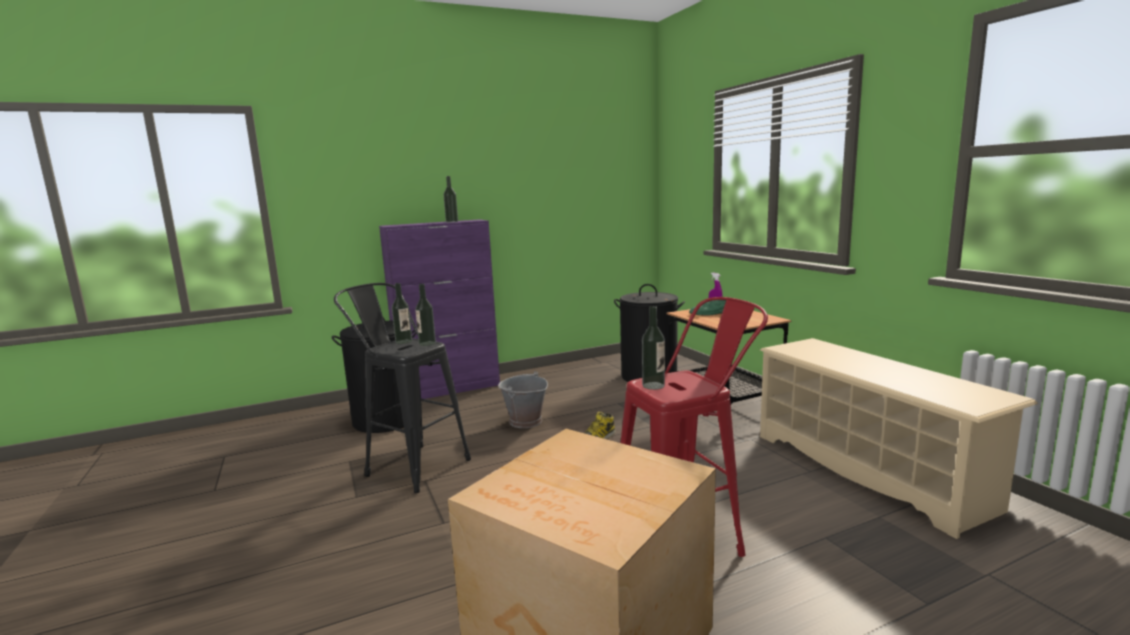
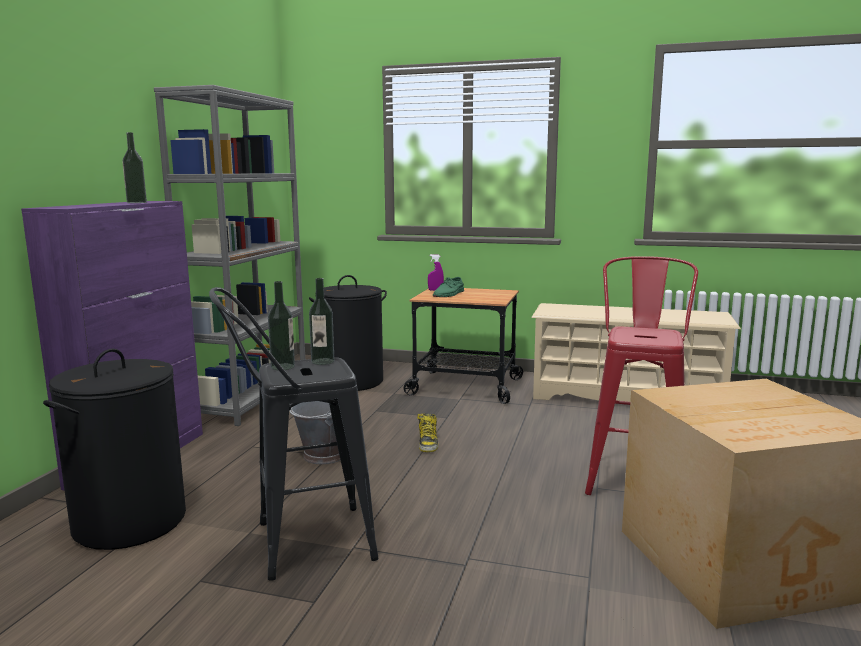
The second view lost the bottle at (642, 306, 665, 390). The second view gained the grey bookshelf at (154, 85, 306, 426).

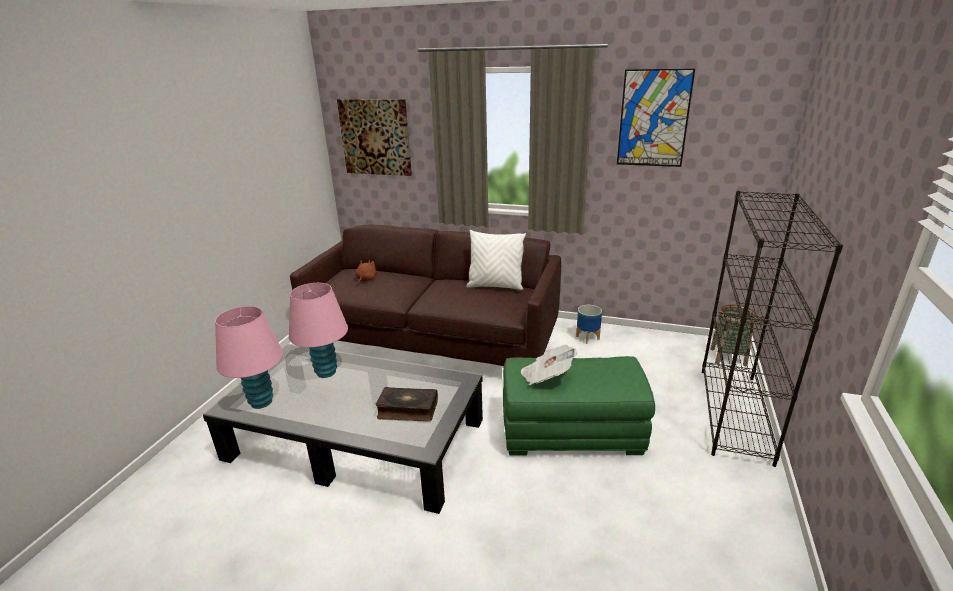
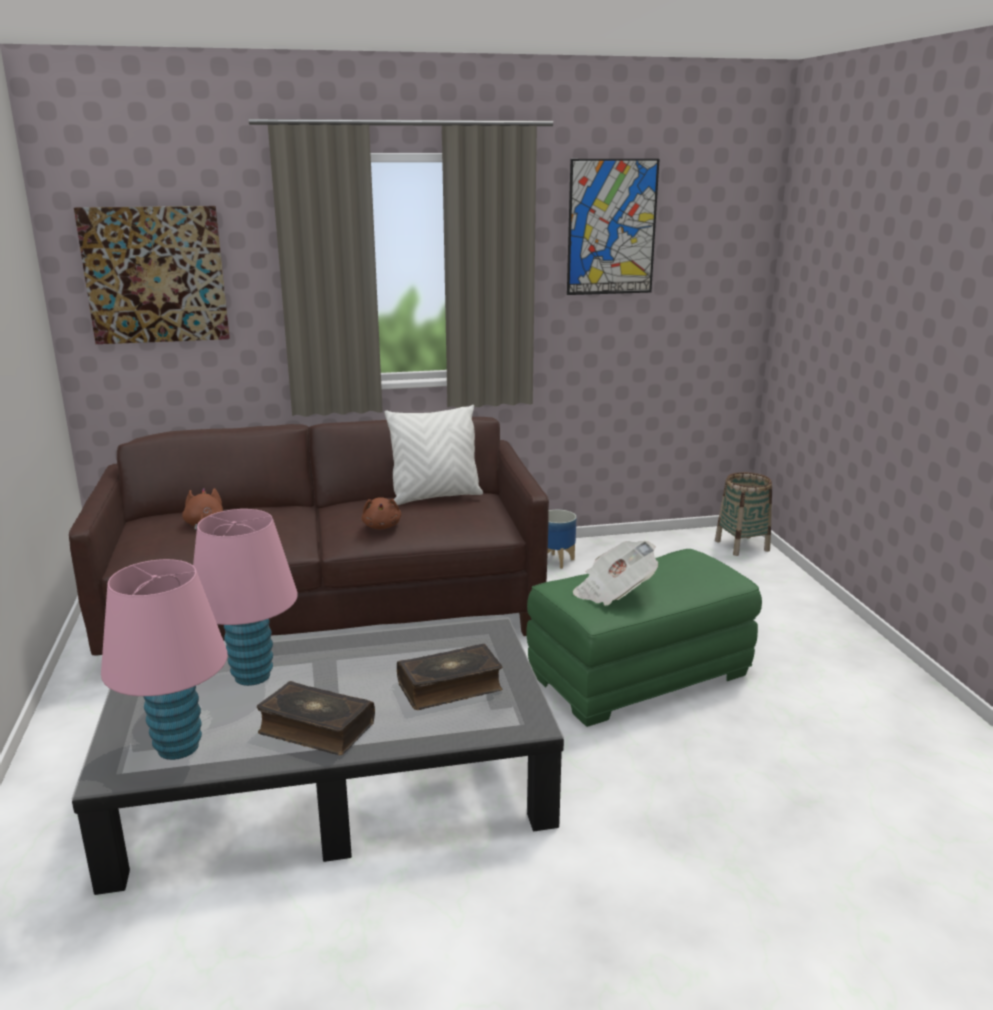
The second view lost the black bookshelf at (702, 191, 843, 467). The second view gained the volume at (257, 681, 375, 755). The second view gained the brown soft toy at (362, 497, 401, 529).

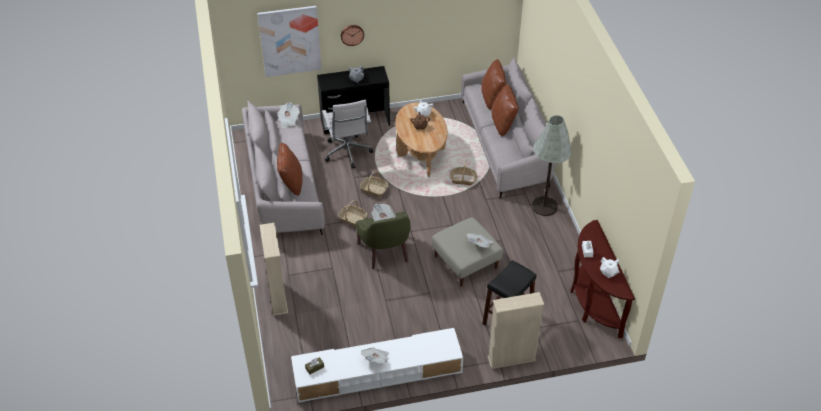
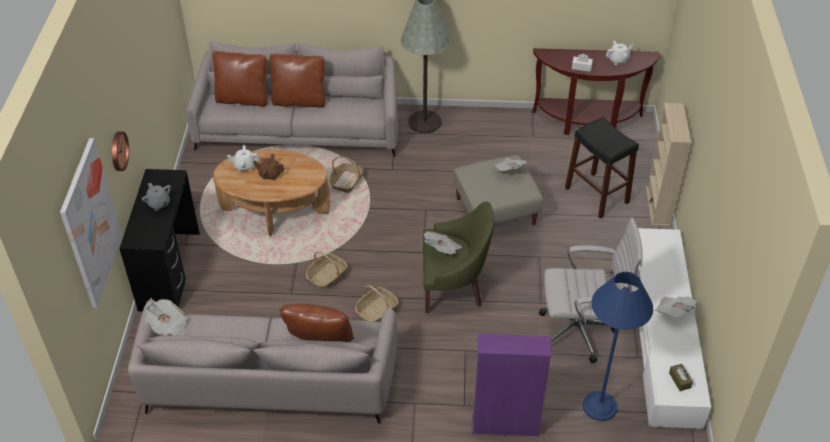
The second view gained the blue floor lamp at (583, 272, 653, 421). The white-coloured computer chair ended up elsewhere, having gone from (322, 100, 374, 168) to (539, 218, 643, 364). What was the sand-coloured bookshelf at (260, 223, 288, 316) turned into the purple bookshelf at (472, 334, 552, 436).

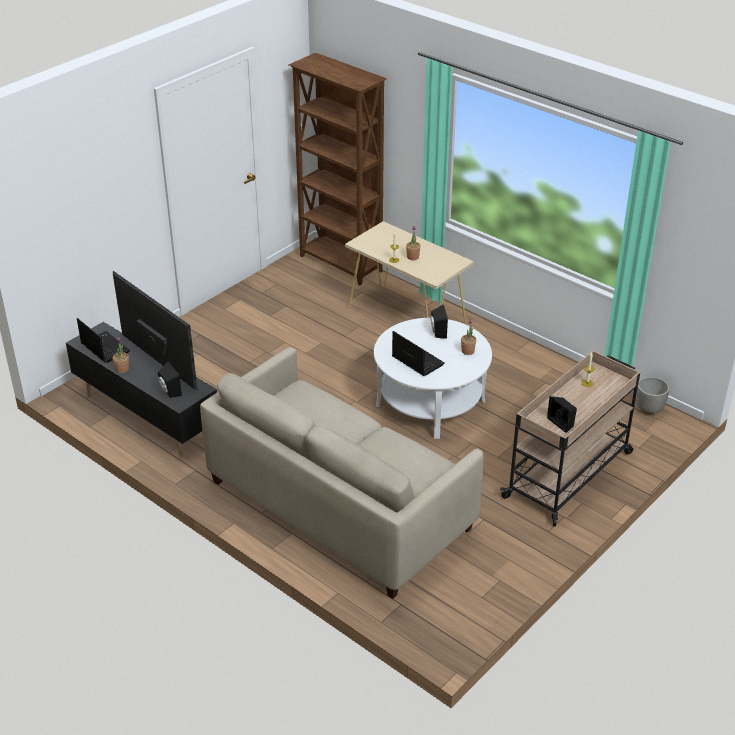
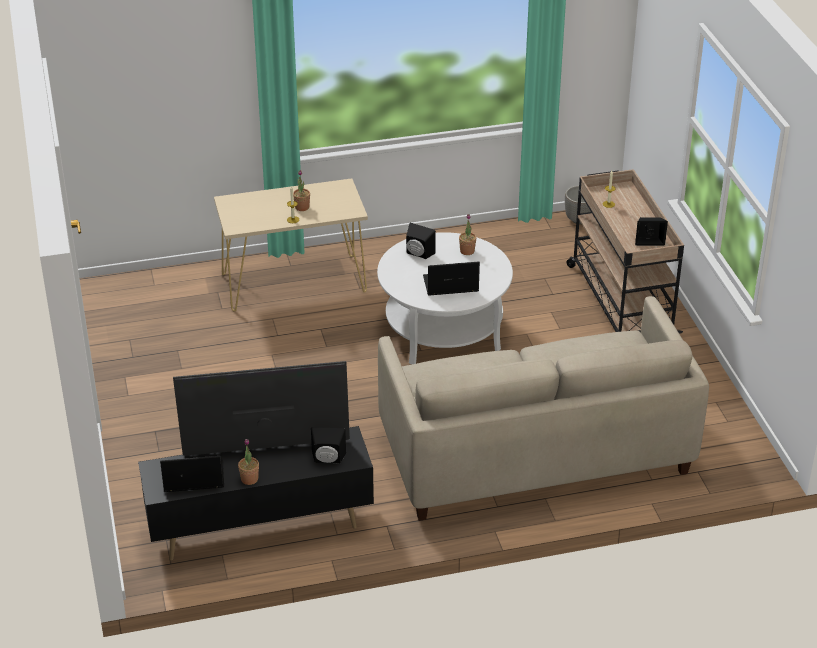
The second view lost the brown bookshelf at (289, 53, 387, 285).

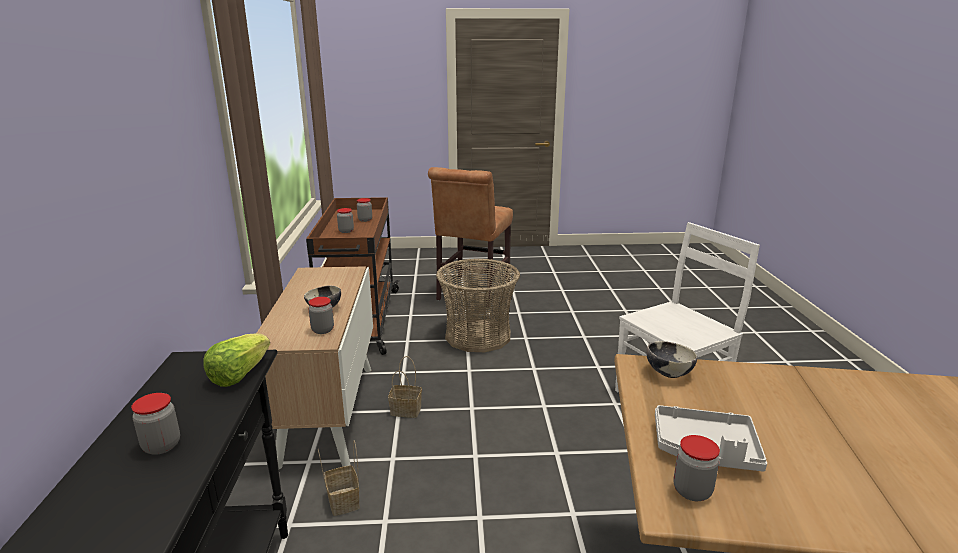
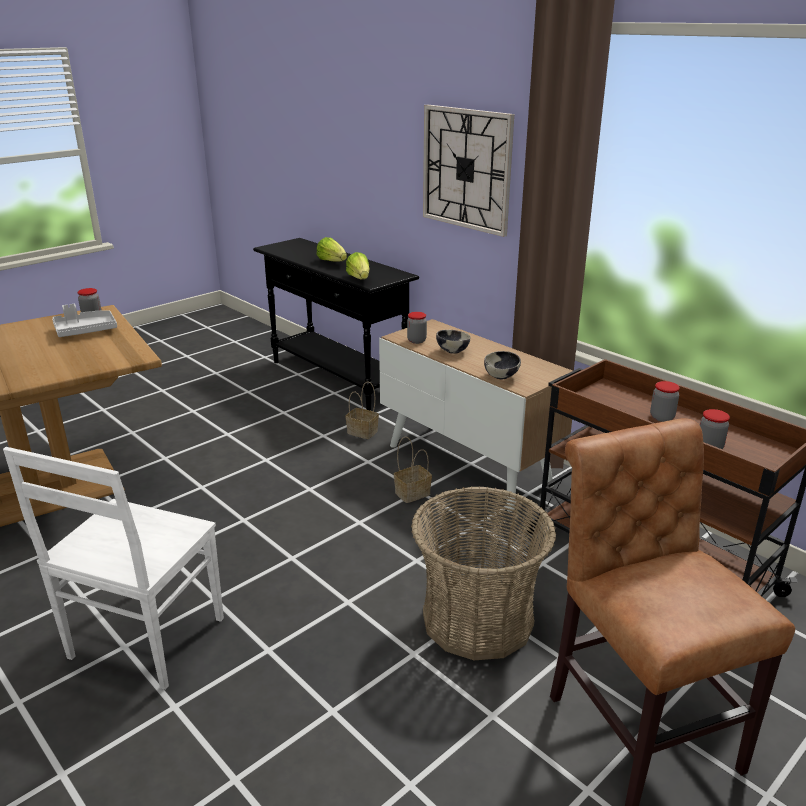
The second view gained the clock on the wall at (423, 105, 514, 237). The bowl ended up elsewhere, having gone from (646, 341, 697, 378) to (484, 351, 521, 379). Where the storage jar stood at (131, 393, 180, 455), the head of lettuce came to stand at (317, 237, 347, 262).

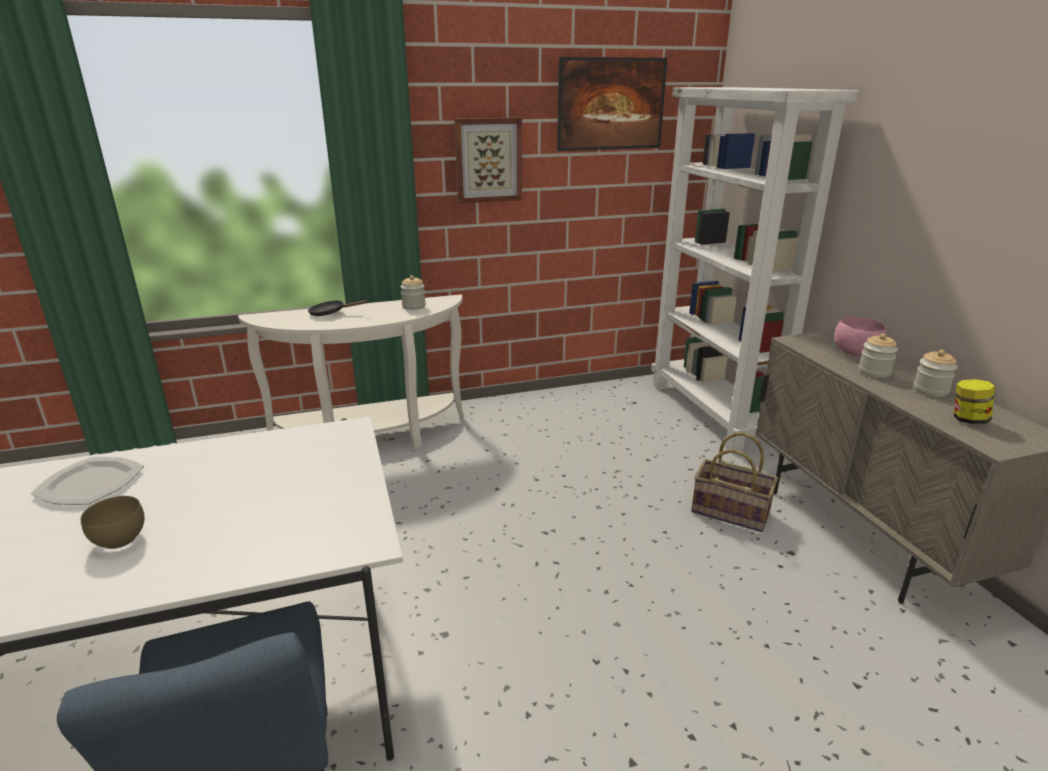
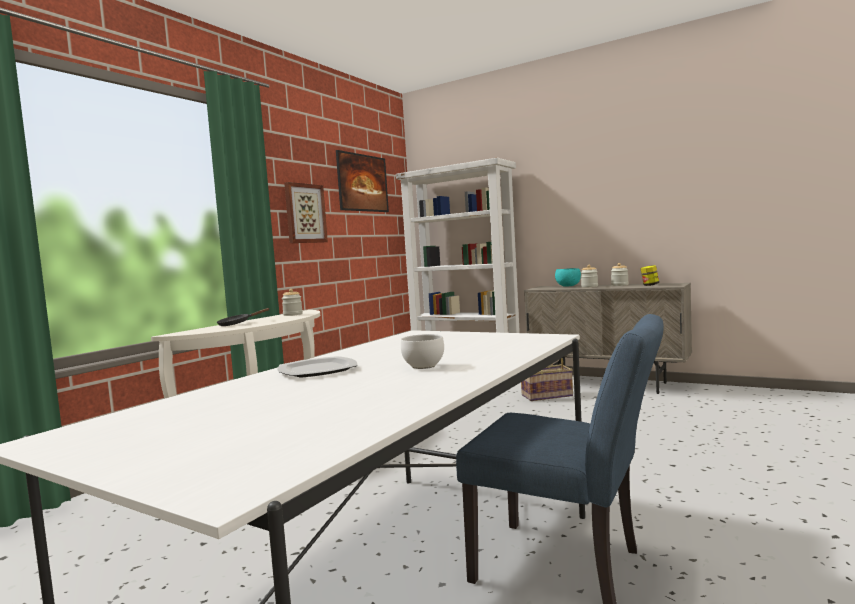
What was the brown bowl at (80, 496, 144, 549) turned into the white-coloured bowl at (401, 334, 444, 369). What was the pink bowl at (834, 317, 886, 356) turned into the blue-green bowl at (555, 268, 581, 287).

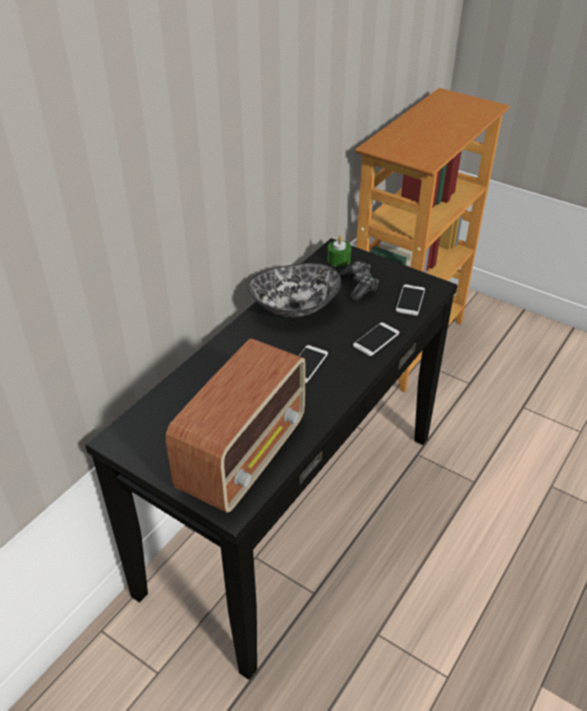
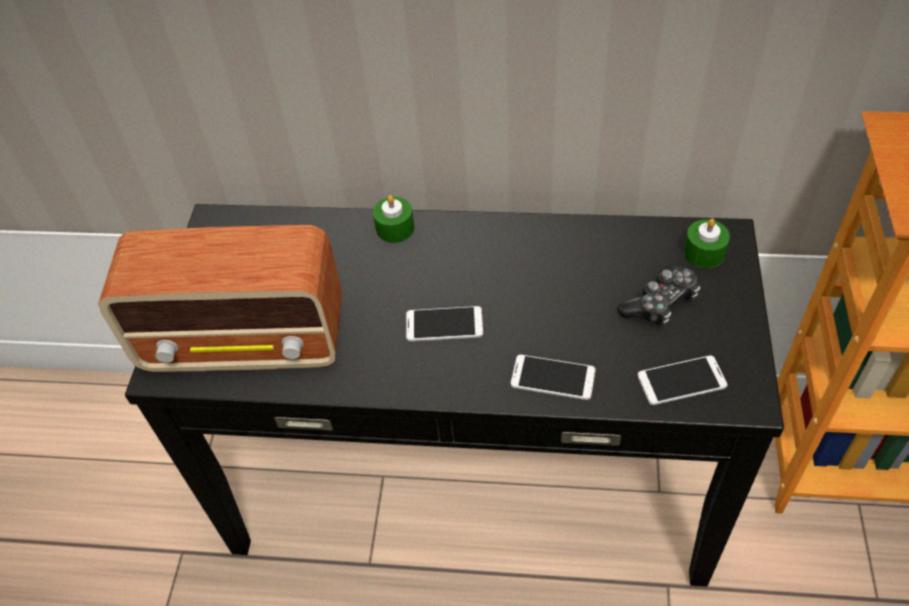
The second view lost the bowl at (248, 263, 341, 317). The second view gained the green candle at (373, 195, 414, 243).

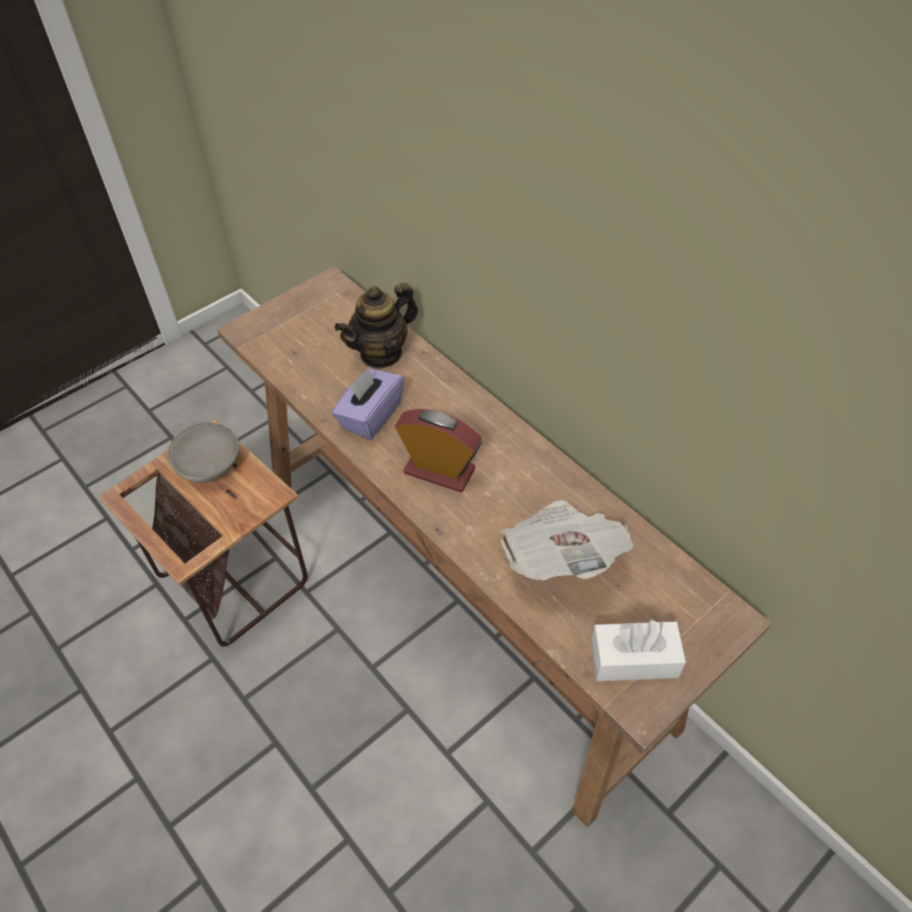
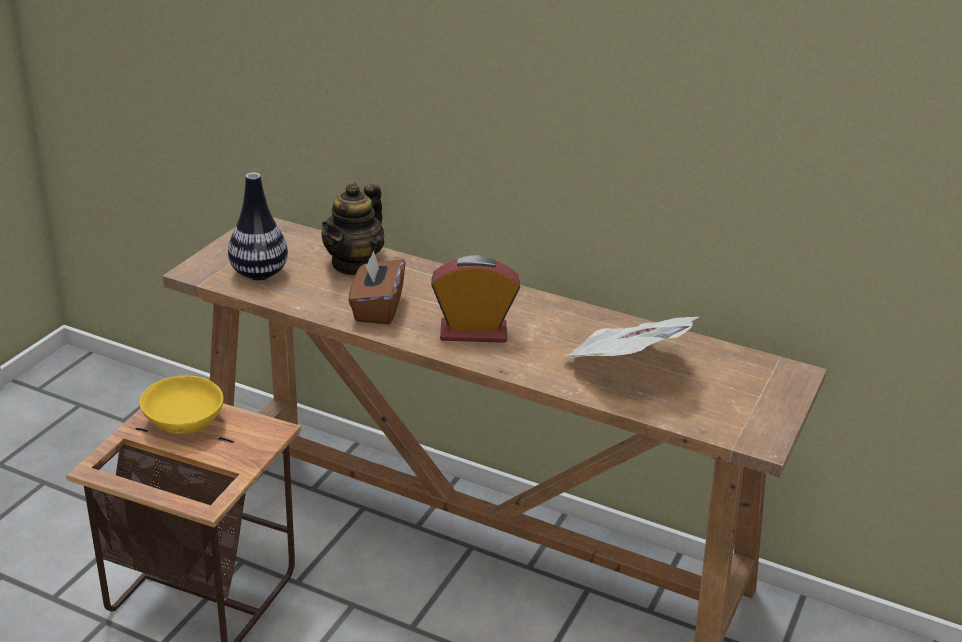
The second view lost the white-coloured tissue holder at (591, 620, 686, 681). The second view gained the flower vase at (228, 173, 288, 280). What was the grey bowl at (168, 422, 239, 483) turned into the yellow-coloured bowl at (139, 376, 224, 434). What was the purple tissue holder at (332, 367, 404, 440) turned into the brown tissue holder at (348, 250, 405, 324).

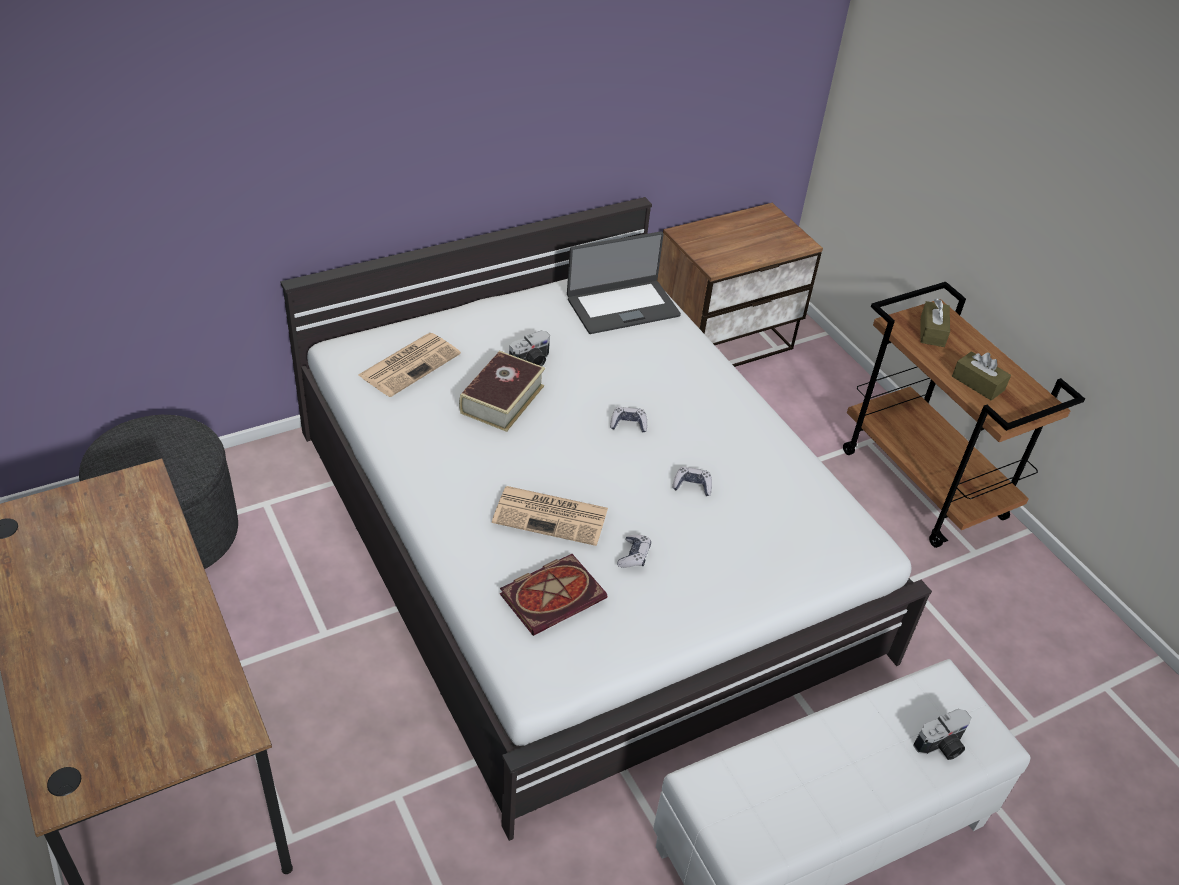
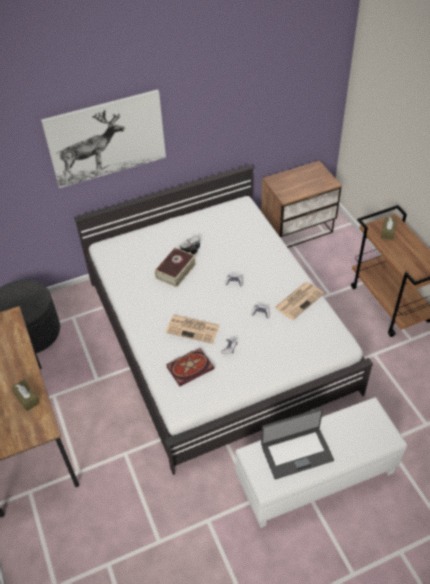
The second view lost the photo camera at (913, 709, 971, 760). The second view gained the wall picture at (41, 89, 166, 188). The printed paper ended up elsewhere, having gone from (358, 333, 461, 397) to (274, 282, 324, 320). The laptop ended up elsewhere, having gone from (567, 231, 681, 334) to (261, 408, 334, 479). The brown tissue holder ended up elsewhere, having gone from (952, 351, 1011, 401) to (11, 380, 40, 411).

